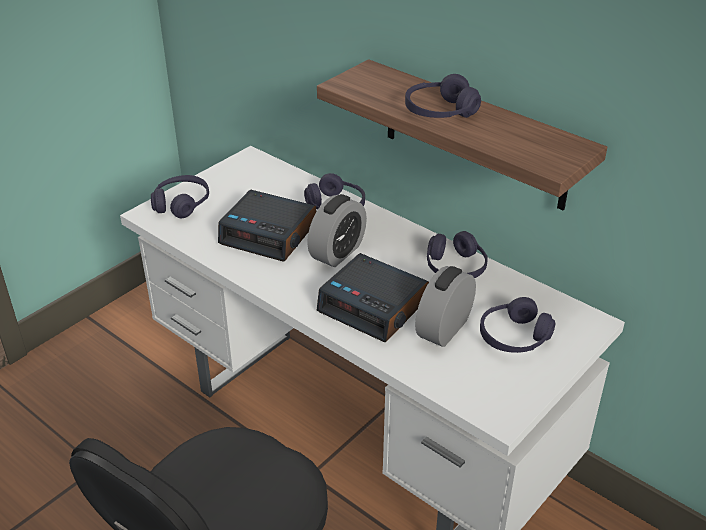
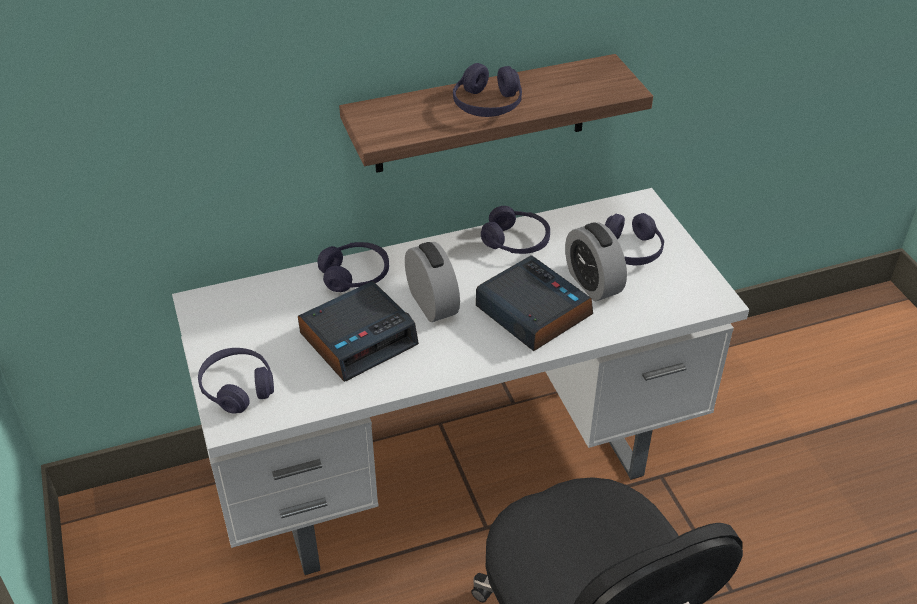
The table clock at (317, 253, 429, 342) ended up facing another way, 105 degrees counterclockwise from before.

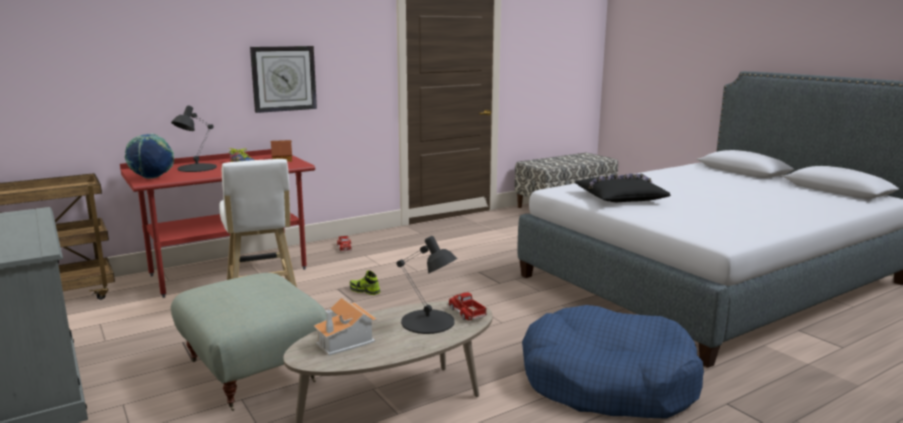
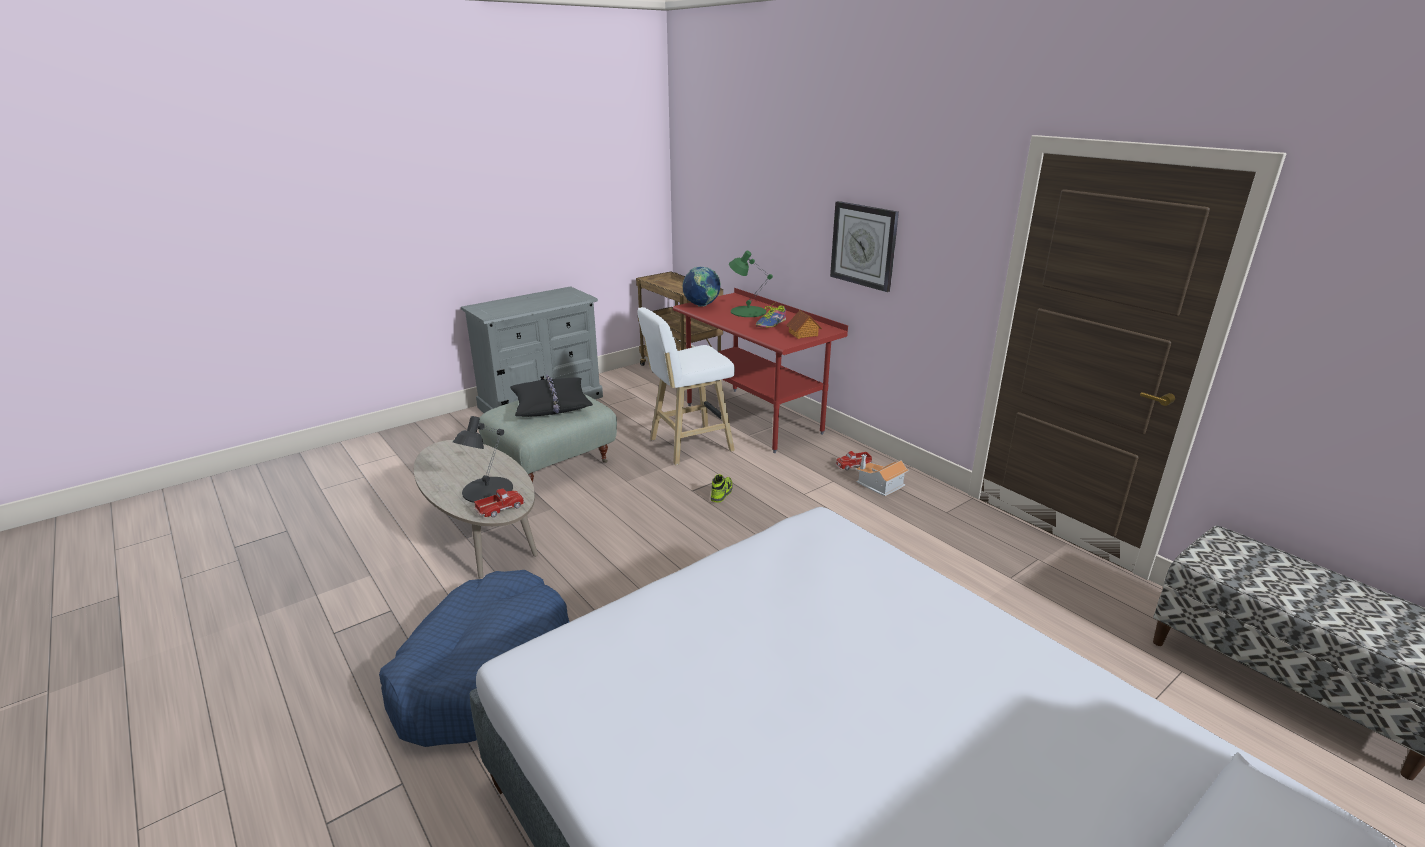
The toy house ended up elsewhere, having gone from (313, 297, 377, 356) to (855, 454, 909, 496). The black throw pillow ended up elsewhere, having gone from (575, 173, 671, 202) to (510, 375, 593, 417). What was the black tabletop lamp at (171, 105, 217, 172) turned into the green tabletop lamp at (729, 251, 773, 317).

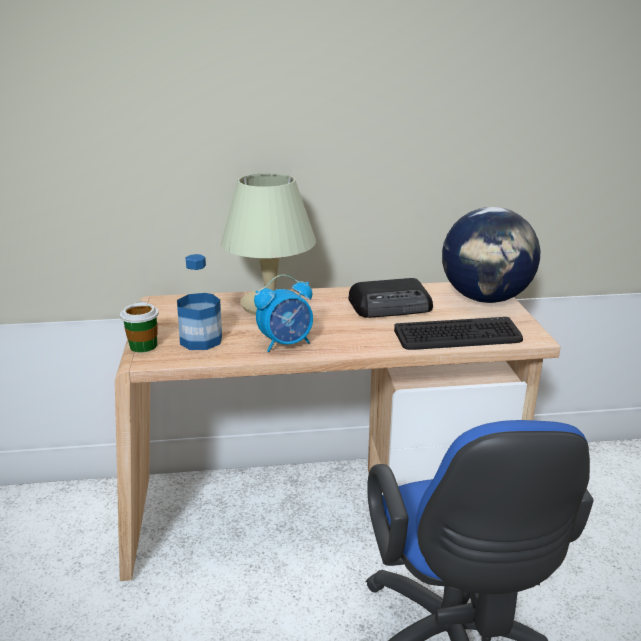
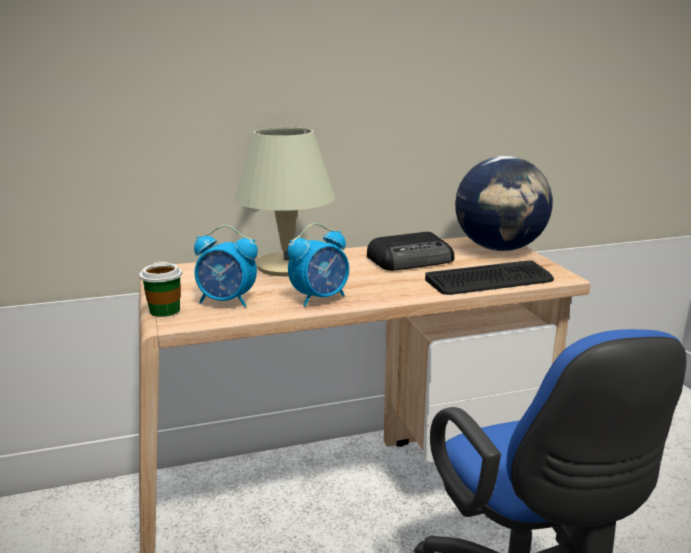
Where the bottle stood at (177, 254, 222, 350), the table clock came to stand at (194, 225, 258, 307).

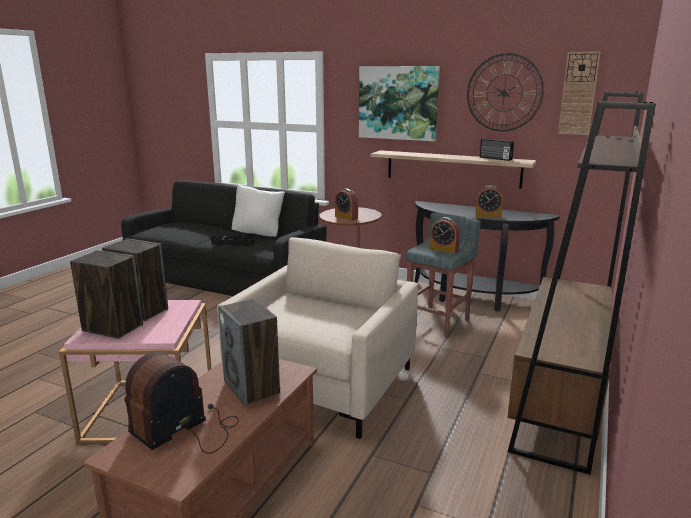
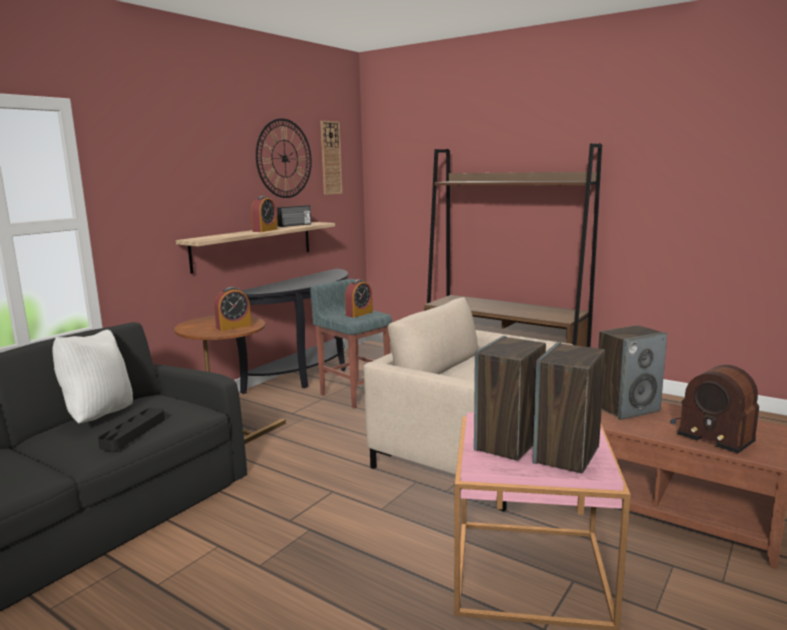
The second view lost the wall picture at (359, 66, 440, 141). The table clock ended up elsewhere, having gone from (475, 185, 503, 219) to (251, 196, 278, 232).

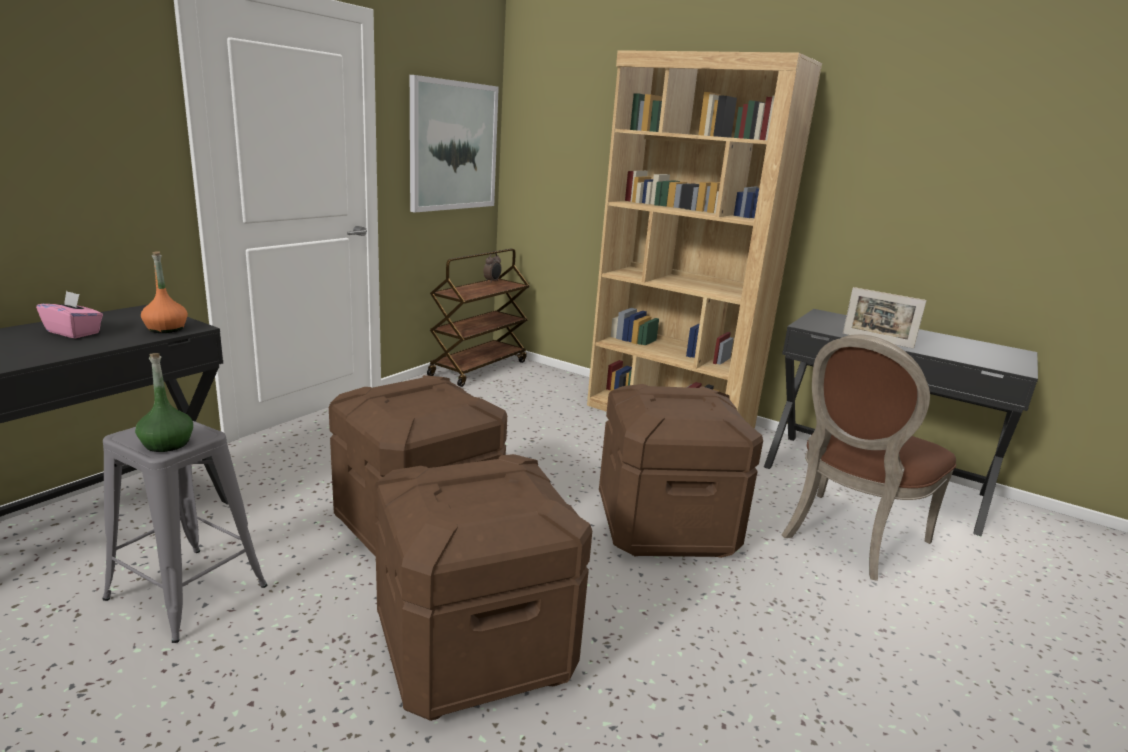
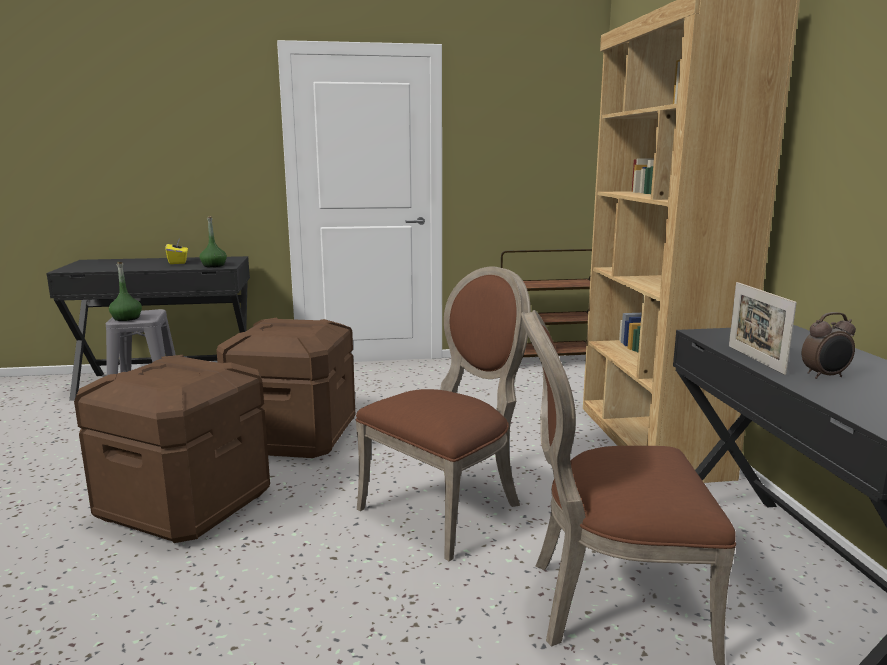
The second view lost the wall picture at (410, 75, 499, 212). The table clock ended up elsewhere, having gone from (484, 253, 501, 283) to (802, 312, 856, 379). Where the brown storage box stood at (599, 384, 763, 558), the brown plain chair came to stand at (355, 266, 531, 561). What was the pink tissue holder at (36, 291, 103, 338) turned into the yellow-coloured tissue holder at (165, 239, 188, 264). What was the orange-coloured bottle at (141, 251, 188, 333) turned into the green bottle at (200, 216, 227, 267).

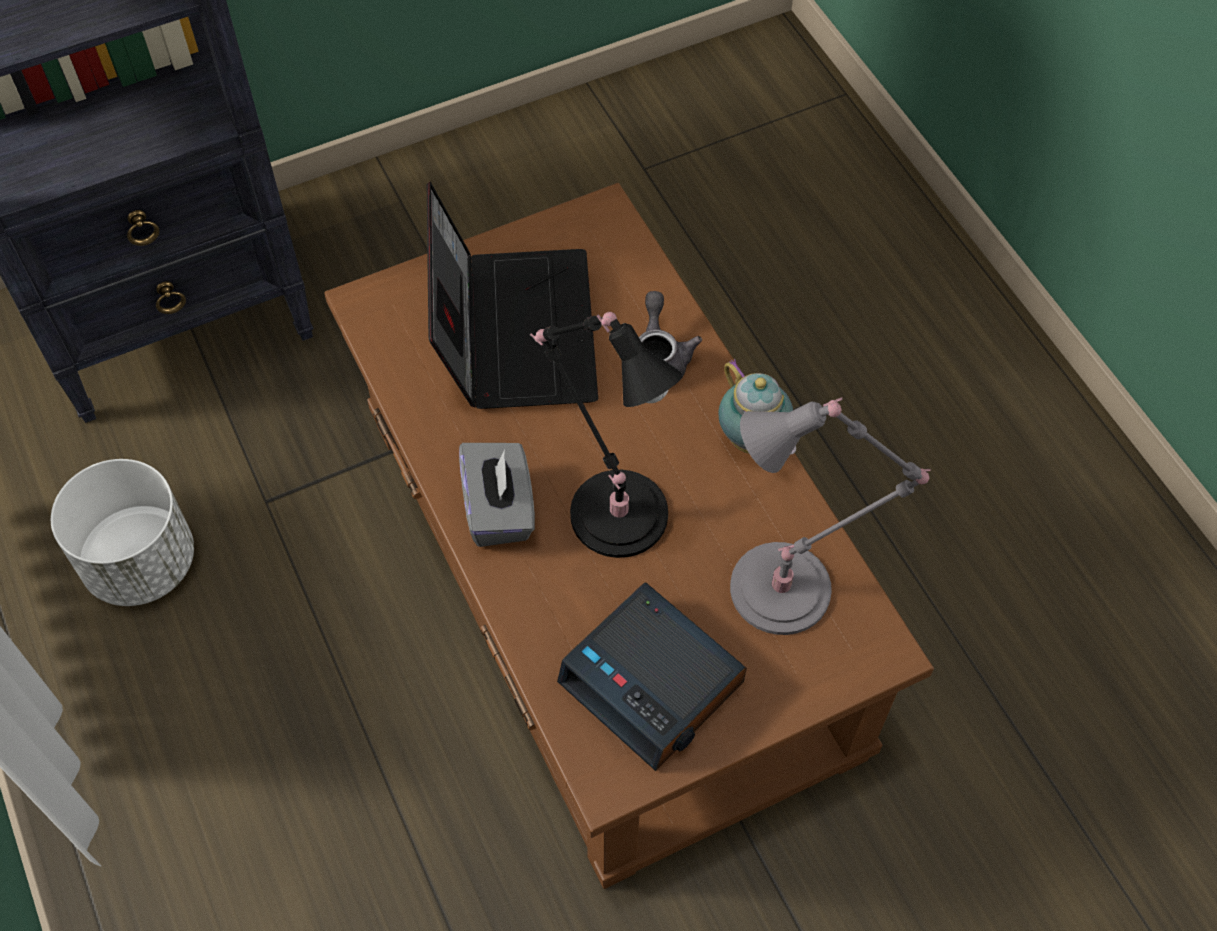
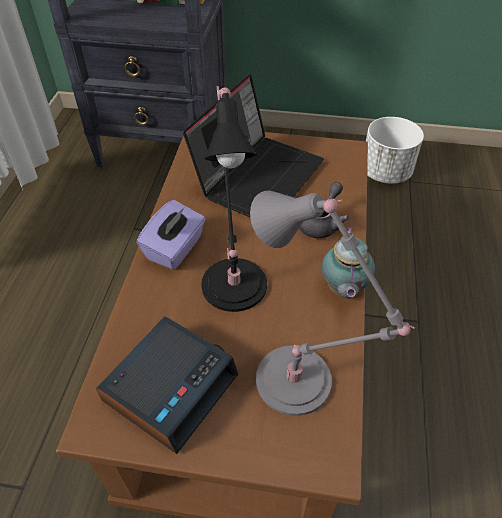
The white-coloured plant pot ended up elsewhere, having gone from (51, 459, 194, 606) to (366, 117, 424, 184). What was the grey tissue holder at (459, 443, 535, 547) turned into the purple tissue holder at (137, 200, 205, 270). The table clock at (557, 582, 747, 771) ended up facing another way, 135 degrees counterclockwise from before.

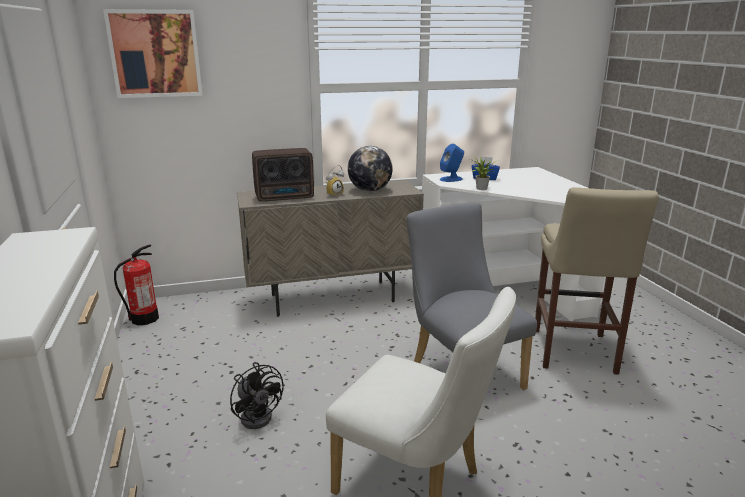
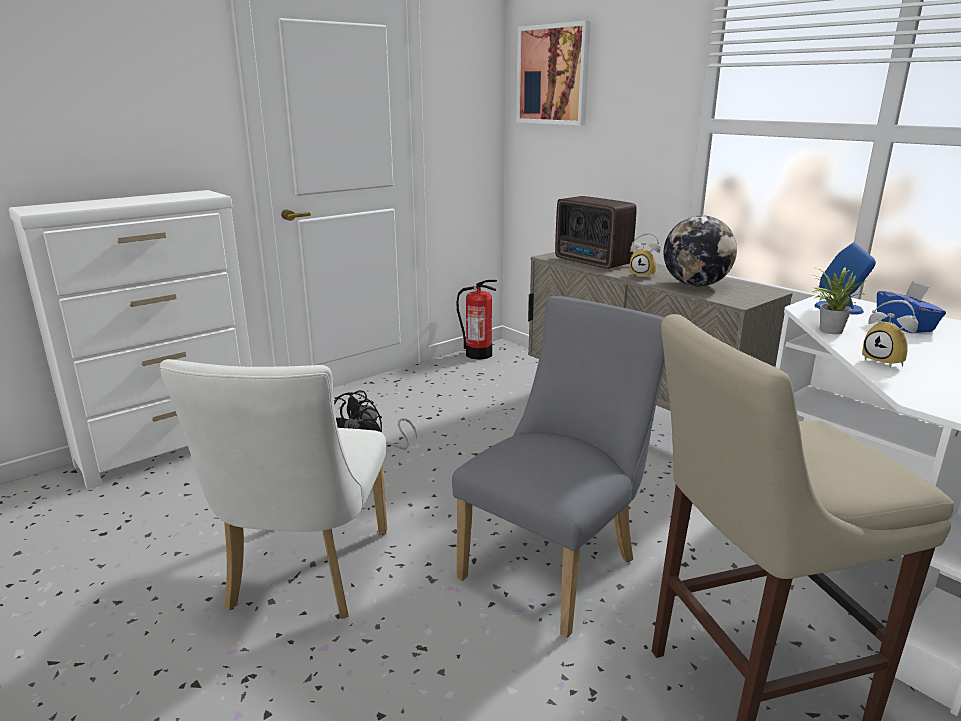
The second view gained the table clock at (862, 300, 918, 368).

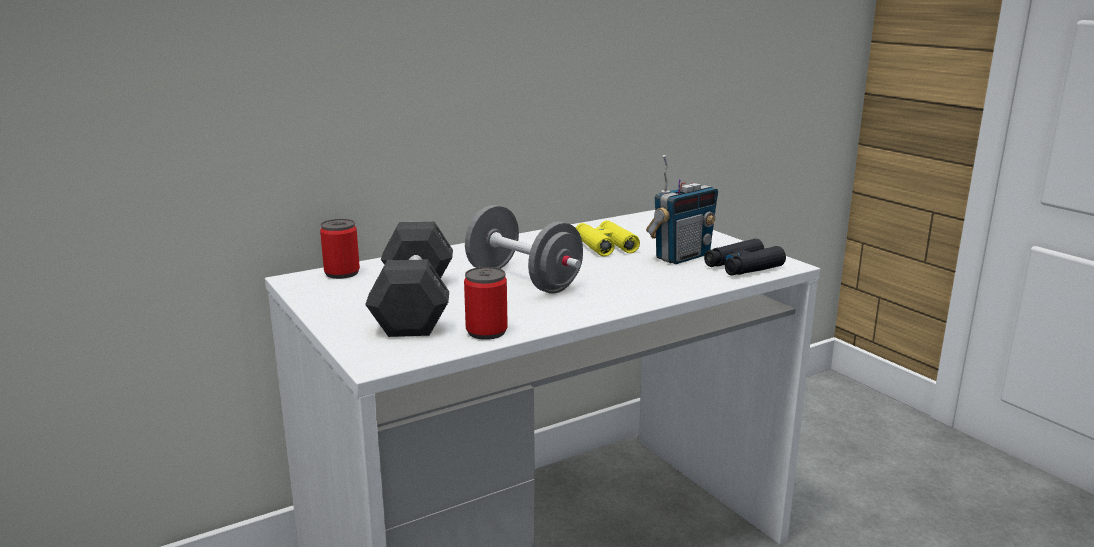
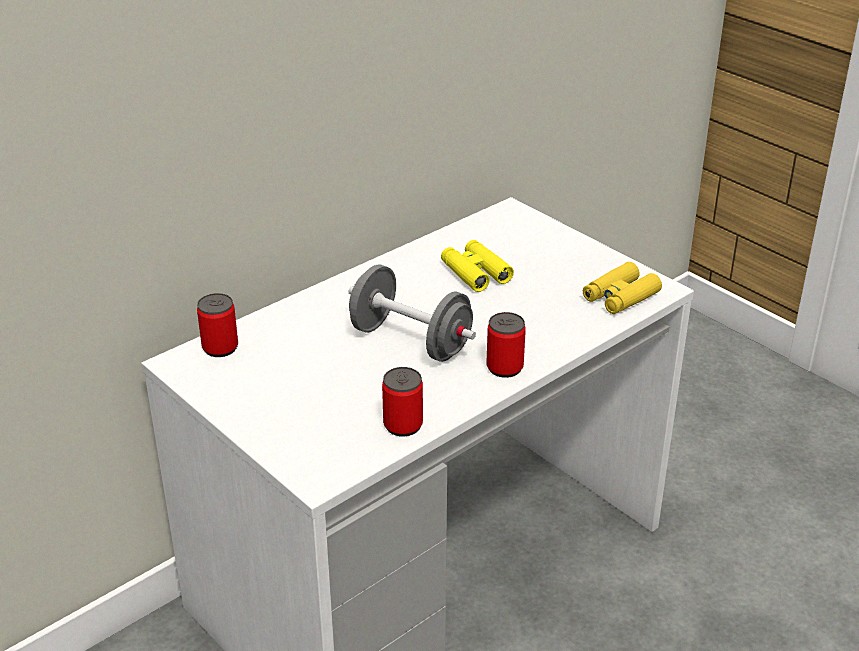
The second view lost the grey hand weight at (365, 221, 453, 337). The second view lost the radio at (646, 155, 718, 264). The second view gained the metal can at (487, 312, 526, 378). What was the black pair of binoculars at (704, 239, 786, 276) turned into the yellow-coloured pair of binoculars at (583, 262, 662, 314).

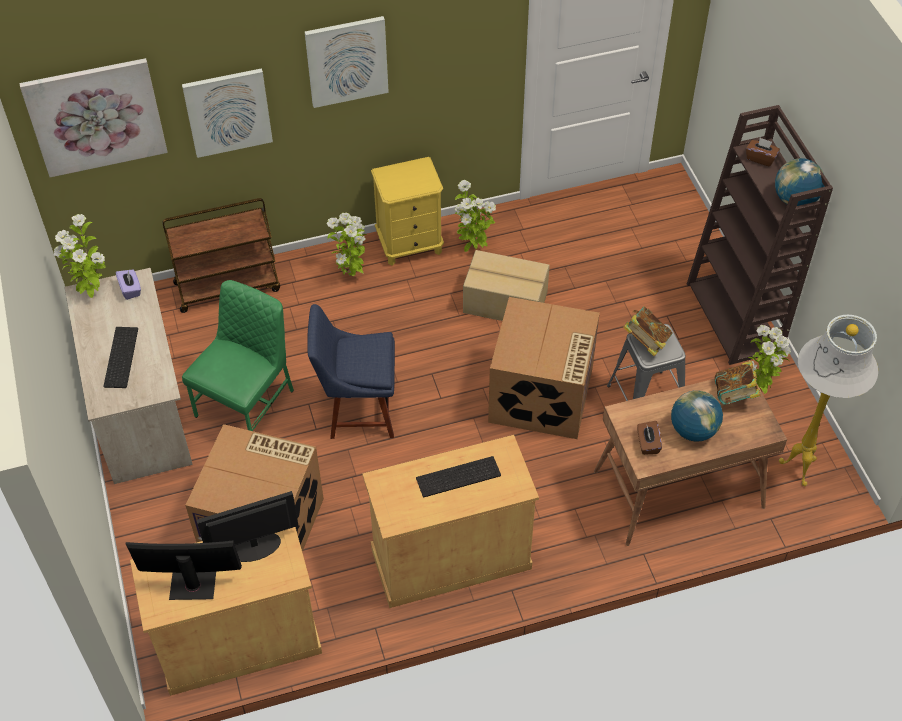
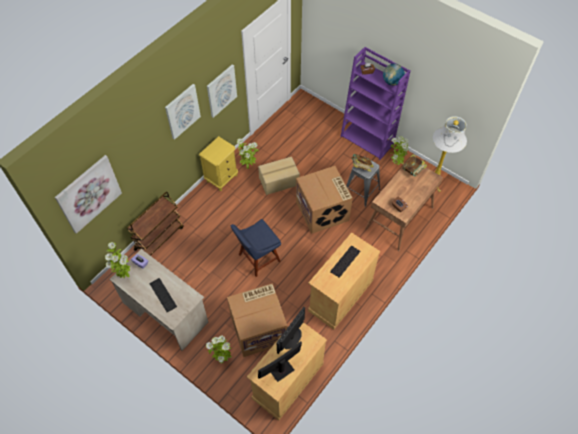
The second view lost the green plain chair at (182, 280, 294, 431). The second view lost the world globe at (671, 390, 723, 442). The wall picture ended up elsewhere, having gone from (182, 68, 273, 158) to (207, 64, 237, 118). The potted plant ended up elsewhere, having gone from (326, 213, 367, 276) to (206, 335, 232, 363). What was the brown bookshelf at (687, 105, 833, 365) turned into the purple bookshelf at (340, 47, 410, 160).

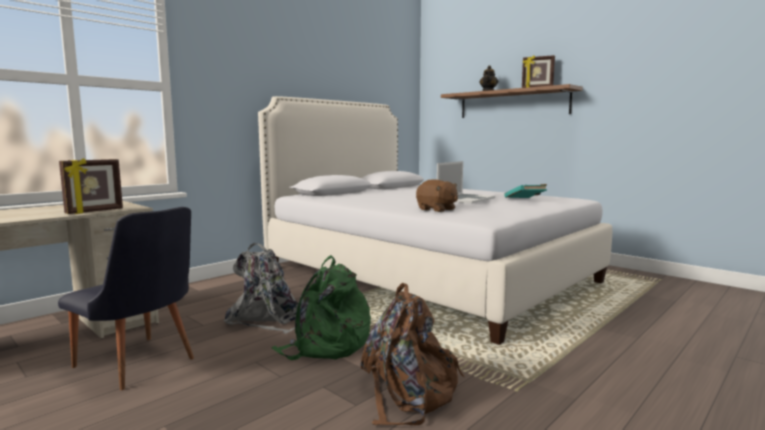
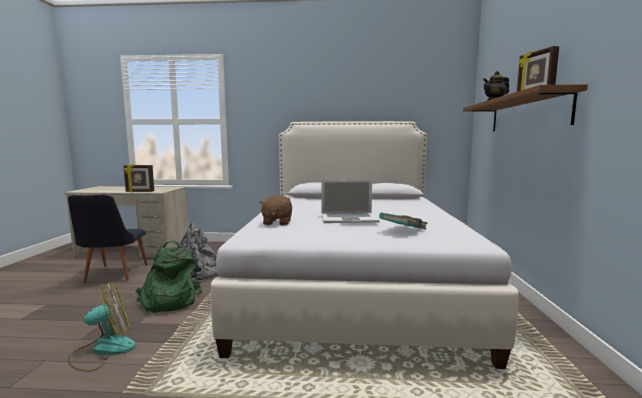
Where the brown backpack stood at (361, 283, 464, 425), the electric fan came to stand at (68, 283, 136, 372).

